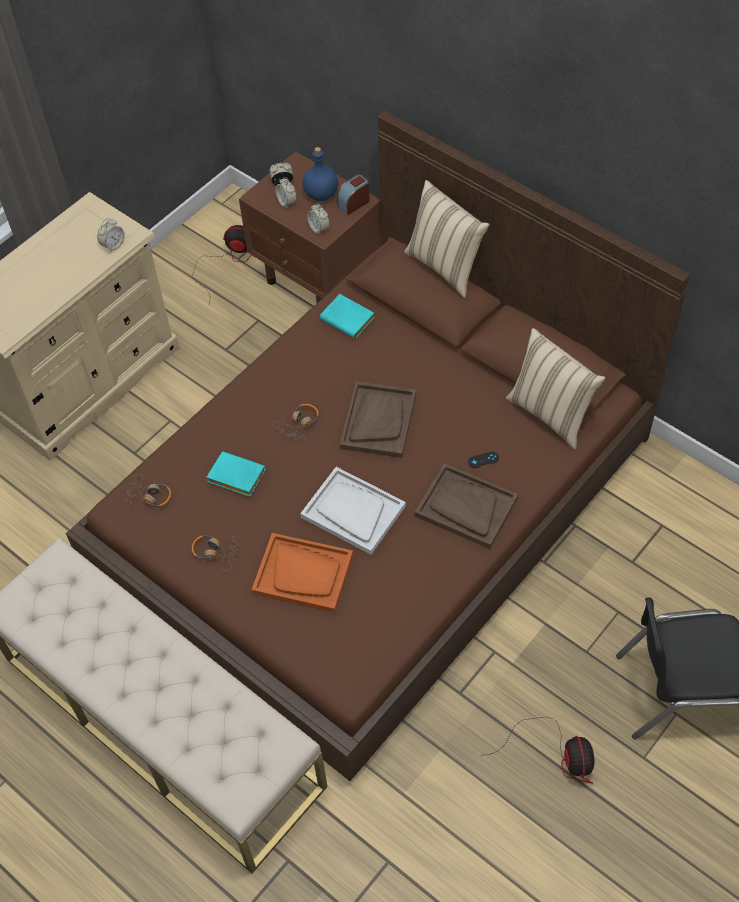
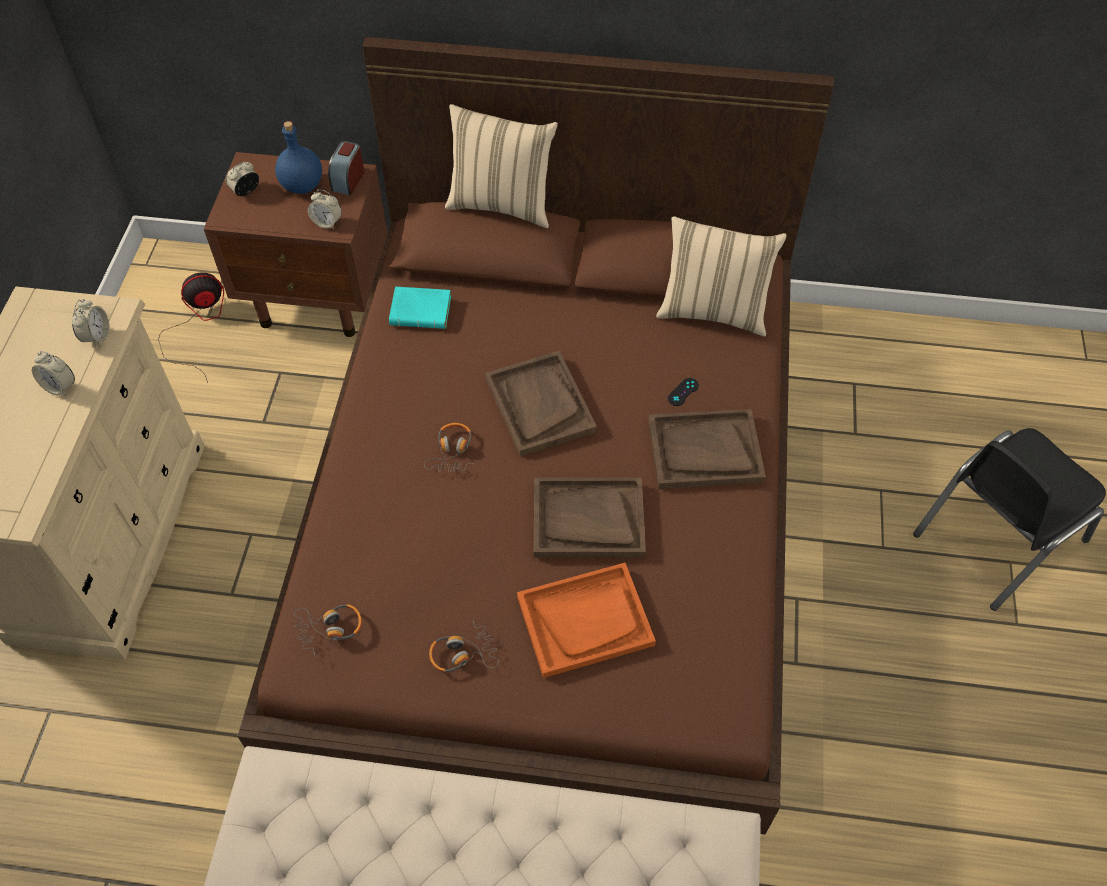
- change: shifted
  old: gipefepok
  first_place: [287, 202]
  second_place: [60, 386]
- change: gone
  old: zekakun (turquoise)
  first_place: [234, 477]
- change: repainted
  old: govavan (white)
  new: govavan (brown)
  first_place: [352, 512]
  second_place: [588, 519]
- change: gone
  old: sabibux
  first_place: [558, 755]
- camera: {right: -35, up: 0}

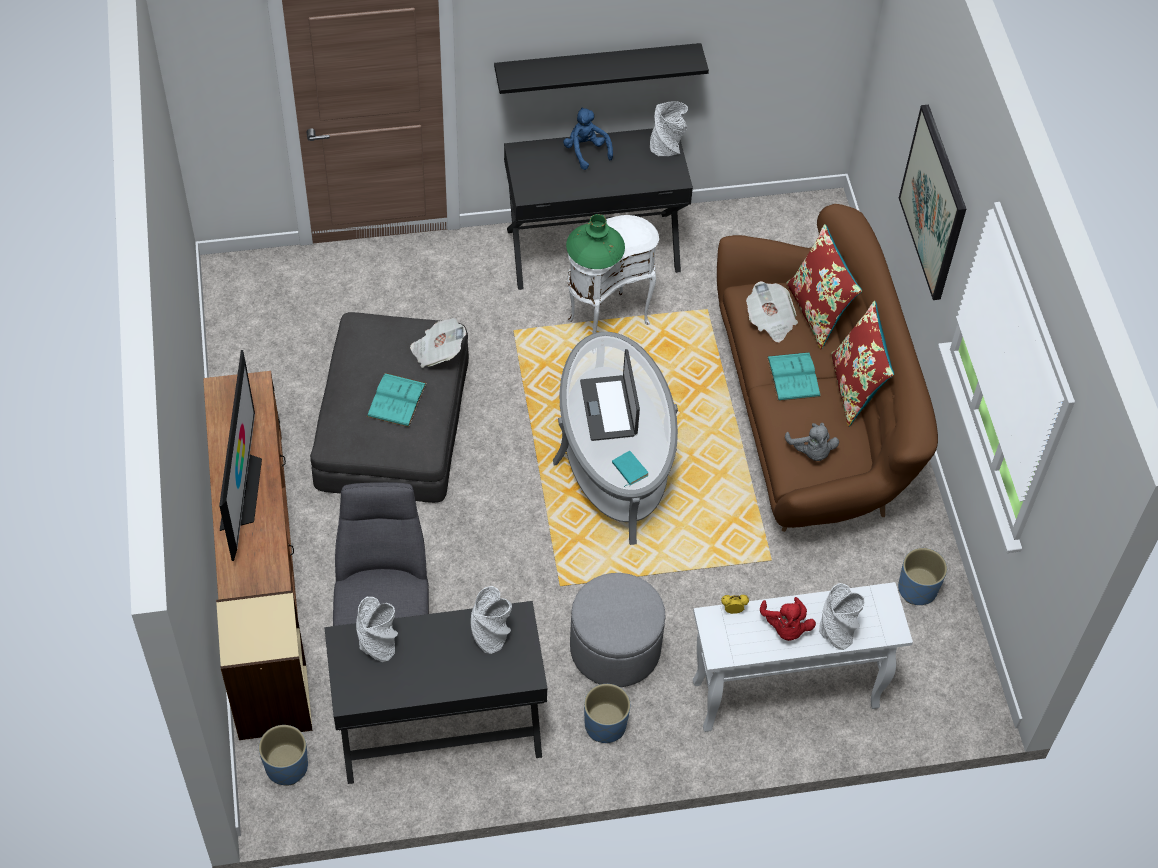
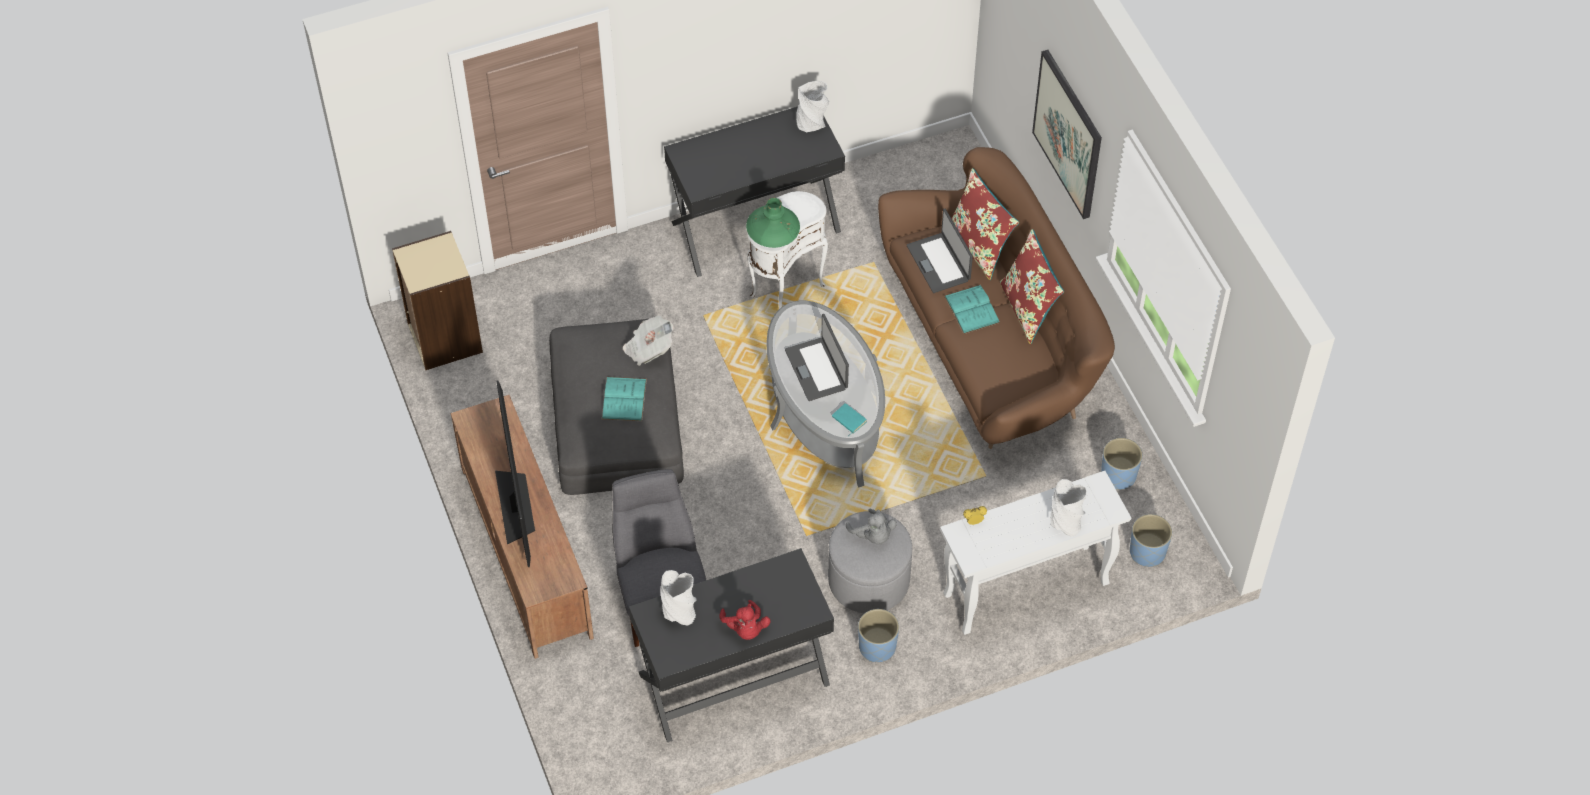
- change: gone
  old: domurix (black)
  first_place: [597, 67]
- change: gone
  old: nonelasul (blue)
  first_place: [586, 151]
- change: swapped
  old: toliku
  new: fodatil
  first_place: [770, 321]
  second_place: [939, 263]
- change: shifted
  old: nonelasul (grey)
  first_place: [811, 451]
  second_place: [873, 535]
- change: gone
  old: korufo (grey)
  first_place: [490, 634]
- change: shifted
  old: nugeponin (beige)
  first_place: [271, 702]
  second_place: [444, 338]
- change: shifted
  old: nonelasul (red)
  first_place: [785, 627]
  second_place: [745, 628]
- change: shifted
  old: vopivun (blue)
  first_place: [286, 766]
  second_place: [1147, 552]
- camera: {right: -10, up: 0}

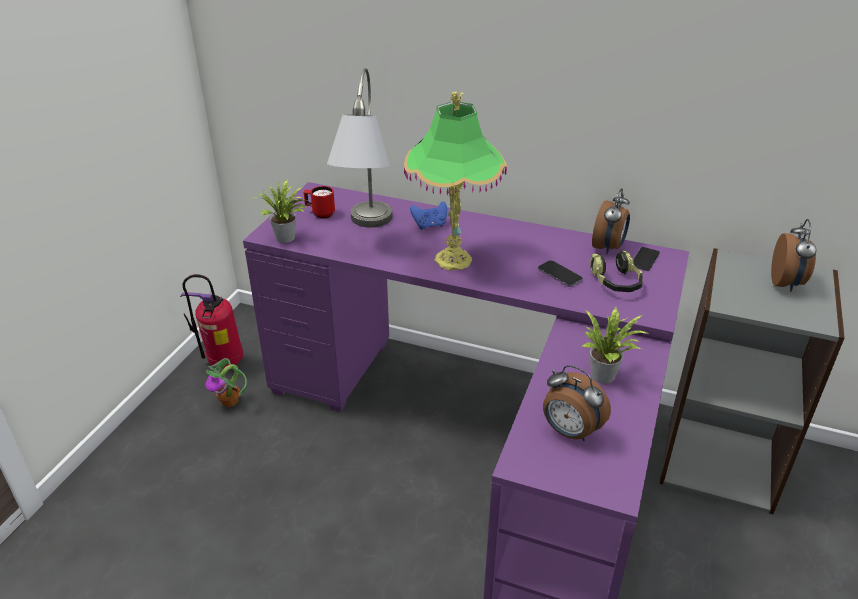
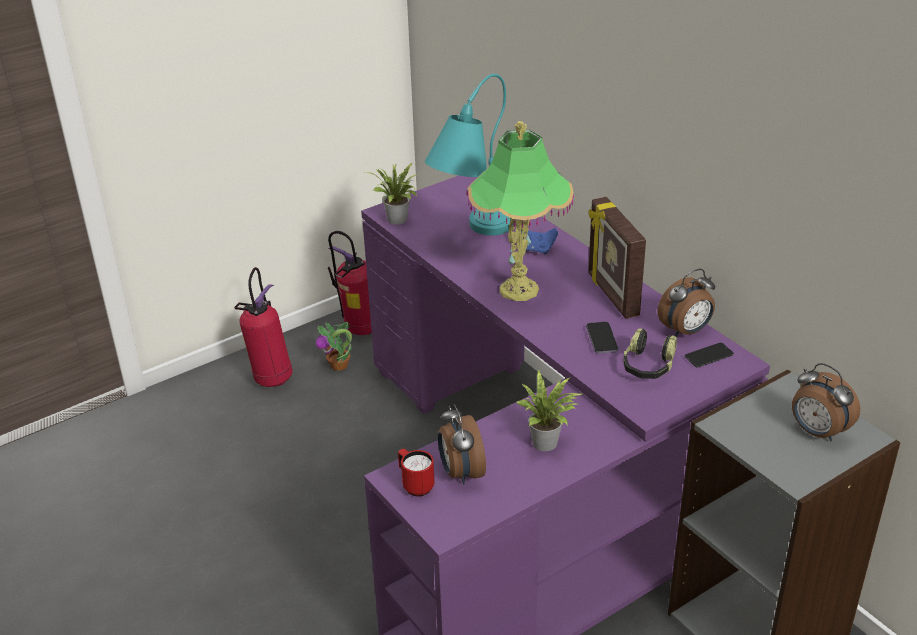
- change: repainted
  old: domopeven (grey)
  new: domopeven (turquoise)
  first_place: [365, 231]
  second_place: [471, 236]
- change: shifted
  old: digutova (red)
  first_place: [320, 213]
  second_place: [415, 485]
- change: rotated
  old: gipefepok
  first_place: [786, 283]
  second_place: [817, 432]
  degrees: 90
- change: new
  new: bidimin
  second_place: [611, 295]
- change: new
  new: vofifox
  second_place: [271, 378]
- camera: {right: 35, up: 0}

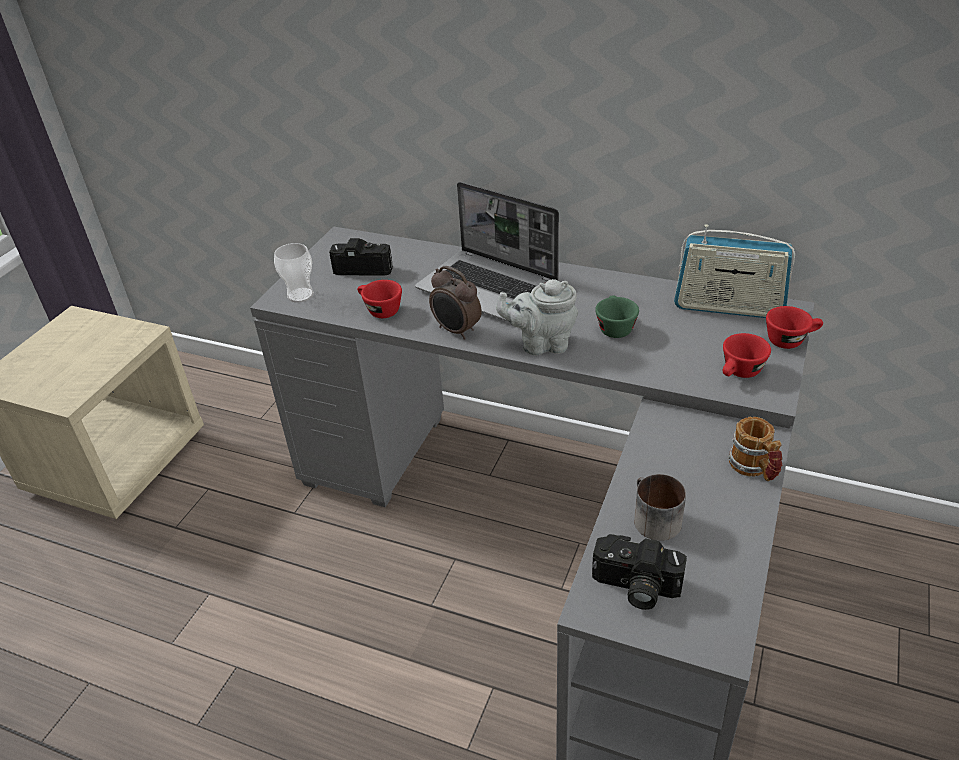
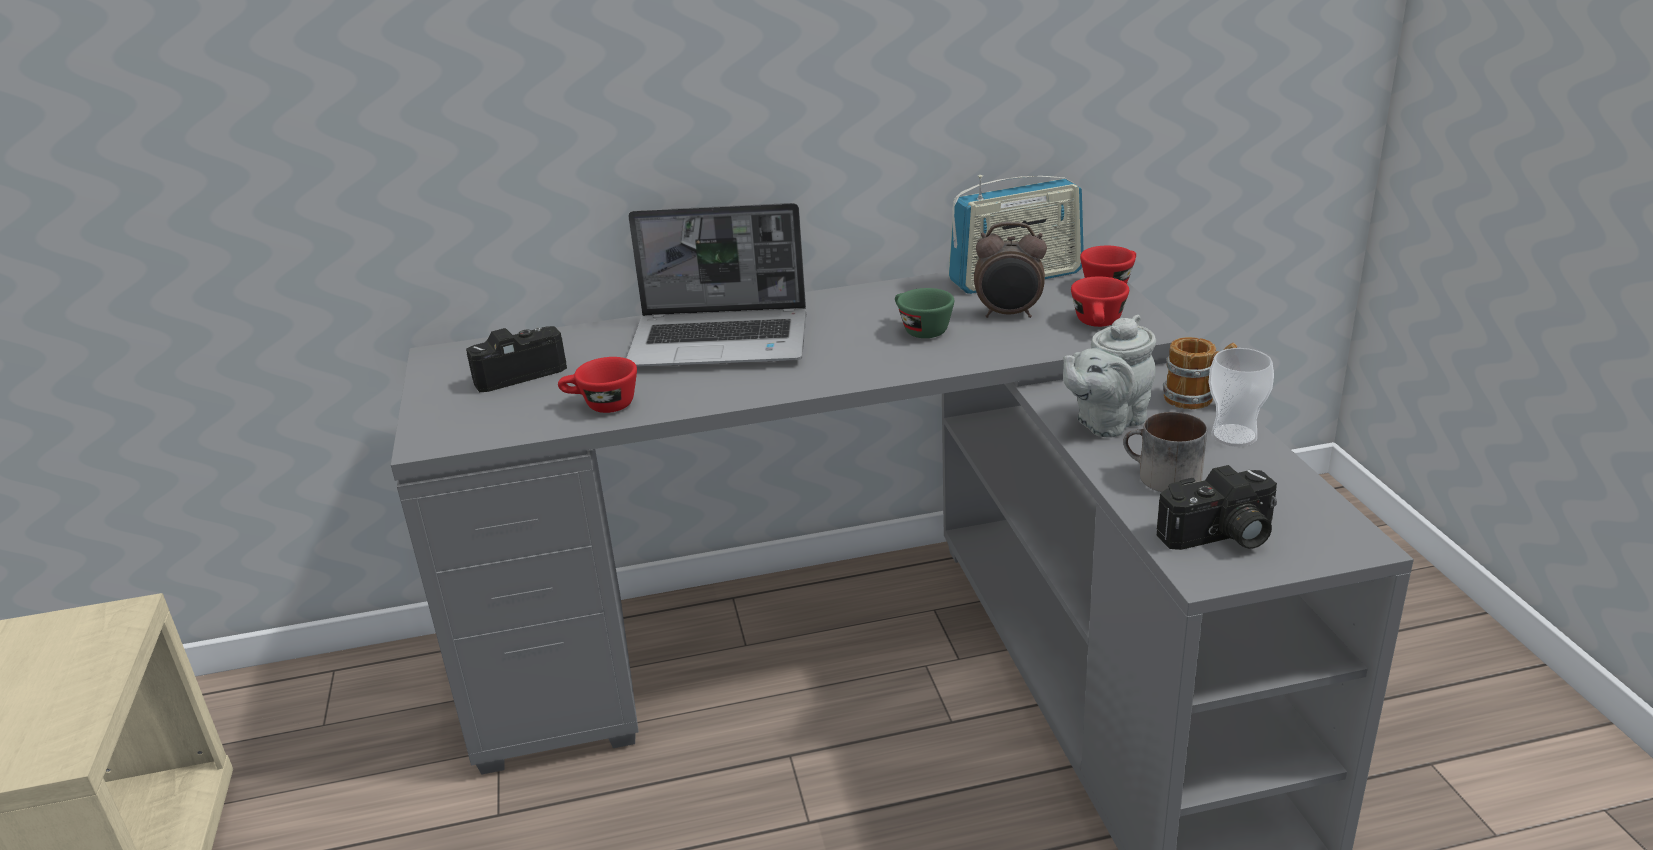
- change: shifted
  old: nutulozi
  first_place: [300, 295]
  second_place: [1234, 436]
- change: shifted
  old: gipefepok
  first_place: [456, 331]
  second_place: [1009, 314]
- change: shifted
  old: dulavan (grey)
  first_place: [541, 344]
  second_place: [1106, 422]
- camera: {right: -35, up: -10}

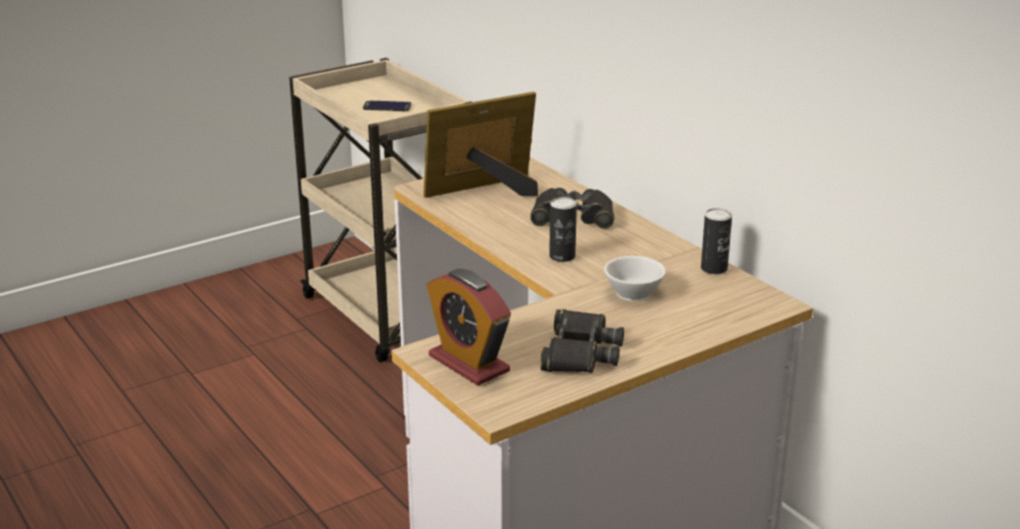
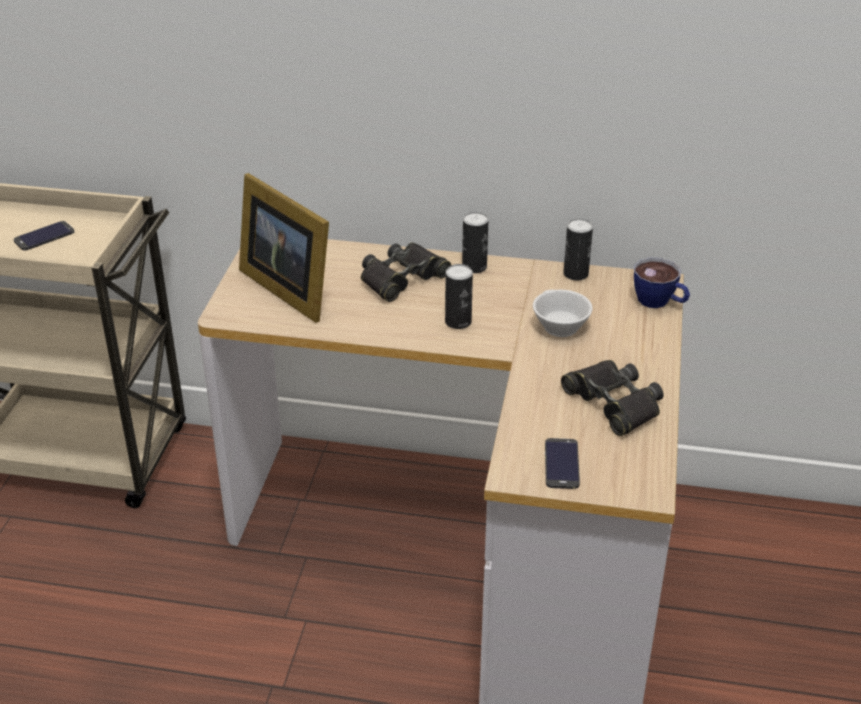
- change: rotated
  old: bidimin
  first_place: [486, 191]
  second_place: [288, 287]
  degrees: -60
- change: swapped
  old: gipefepok
  new: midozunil
  first_place: [469, 364]
  second_place: [561, 464]
- change: new
  new: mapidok
  second_place: [474, 267]
- change: new
  new: nutulozi
  second_place: [659, 302]
- camera: {right: -45, up: 10}

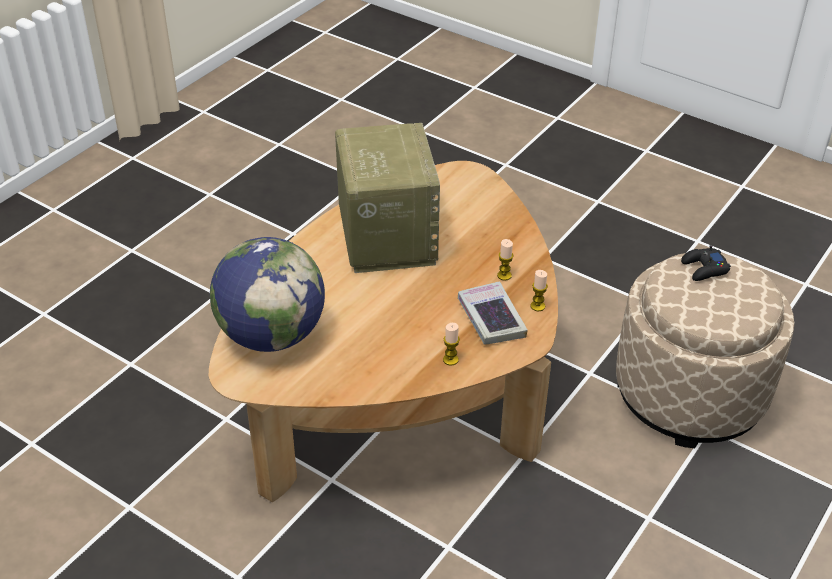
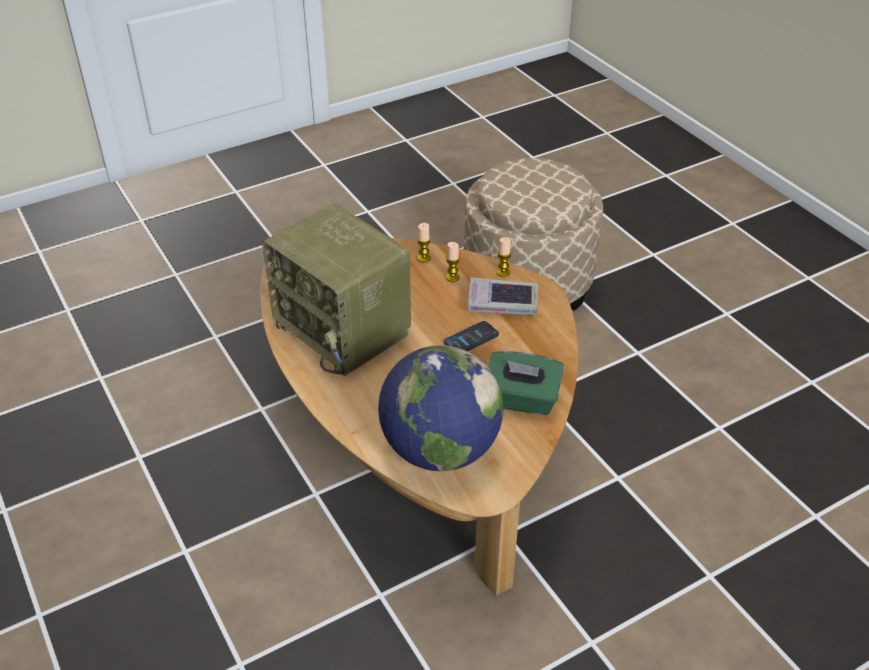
- change: rotated
  old: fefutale
  first_place: [386, 235]
  second_place: [345, 329]
  degrees: -150
- change: gone
  old: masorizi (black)
  first_place: [704, 269]
- change: shifted
  old: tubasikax
  first_place: [450, 360]
  second_place: [424, 258]
- change: new
  new: midozunil
  second_place: [471, 339]
- change: new
  new: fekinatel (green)
  second_place: [521, 400]
- camera: {right: -65, up: 0}

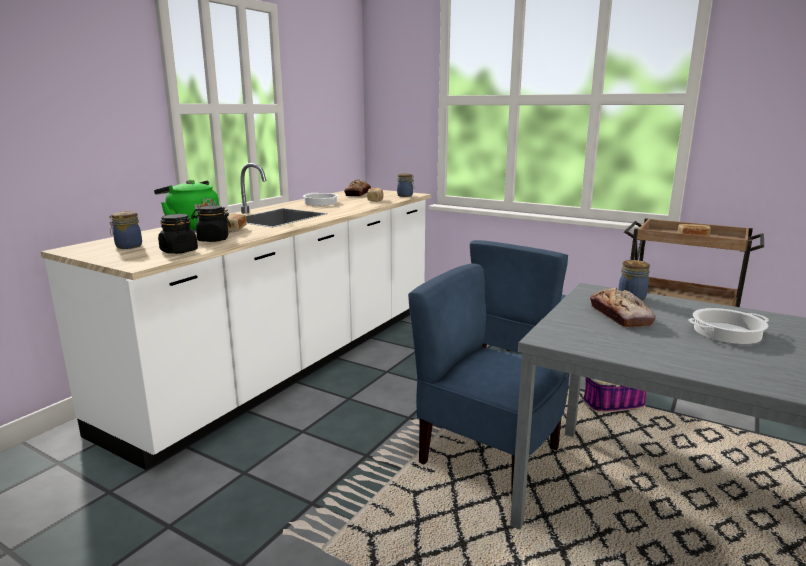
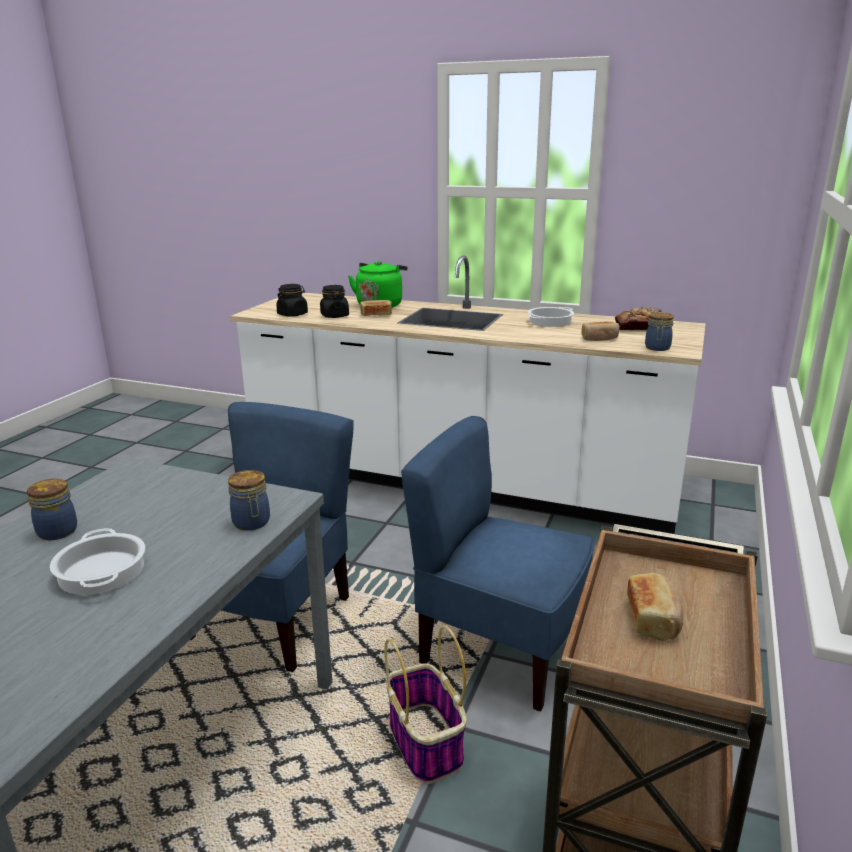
- change: shifted
  old: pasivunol
  first_place: [127, 246]
  second_place: [58, 531]
- change: gone
  old: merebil
  first_place: [620, 316]
- camera: {right: 80, up: 5}

